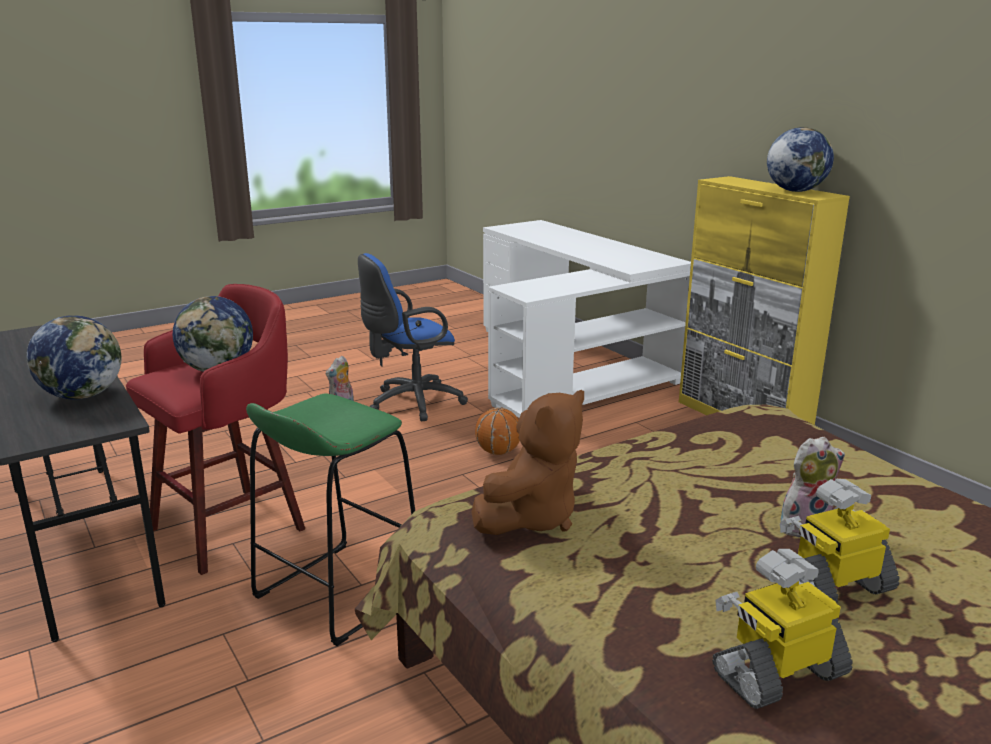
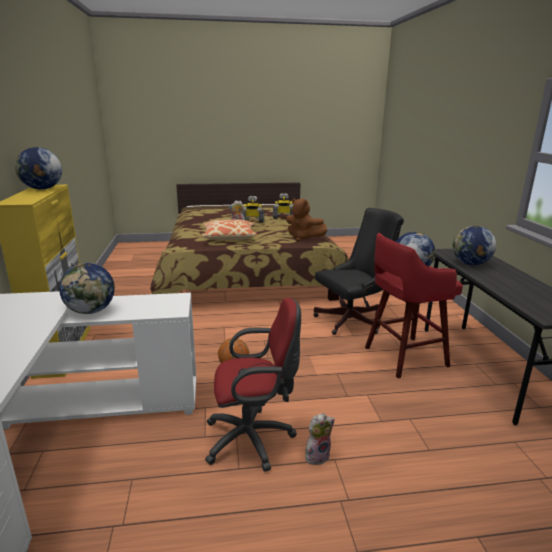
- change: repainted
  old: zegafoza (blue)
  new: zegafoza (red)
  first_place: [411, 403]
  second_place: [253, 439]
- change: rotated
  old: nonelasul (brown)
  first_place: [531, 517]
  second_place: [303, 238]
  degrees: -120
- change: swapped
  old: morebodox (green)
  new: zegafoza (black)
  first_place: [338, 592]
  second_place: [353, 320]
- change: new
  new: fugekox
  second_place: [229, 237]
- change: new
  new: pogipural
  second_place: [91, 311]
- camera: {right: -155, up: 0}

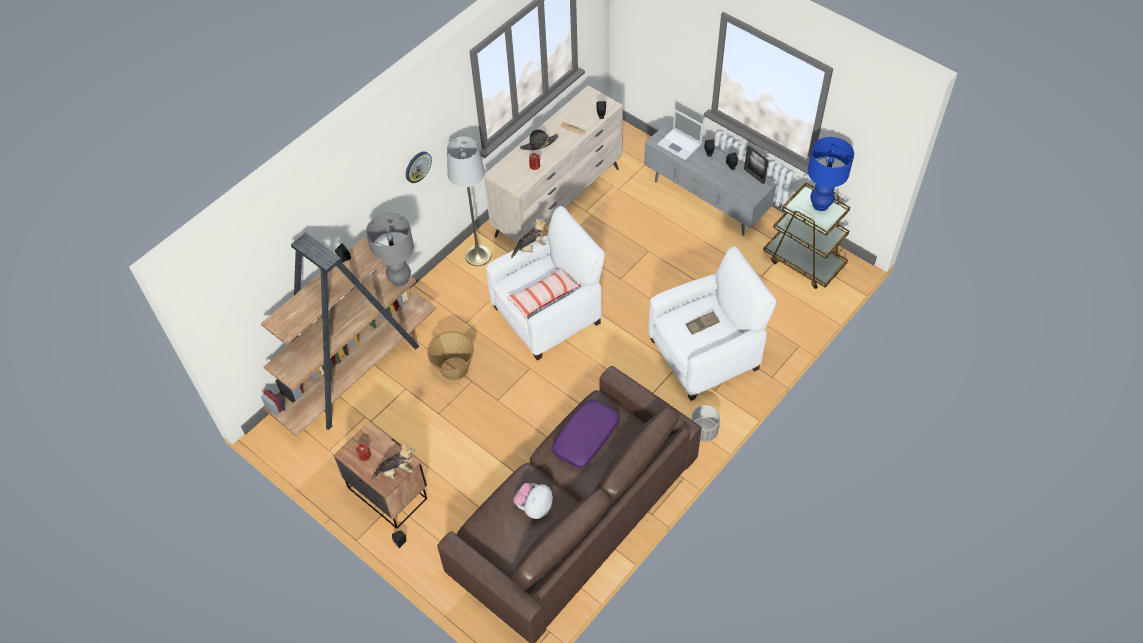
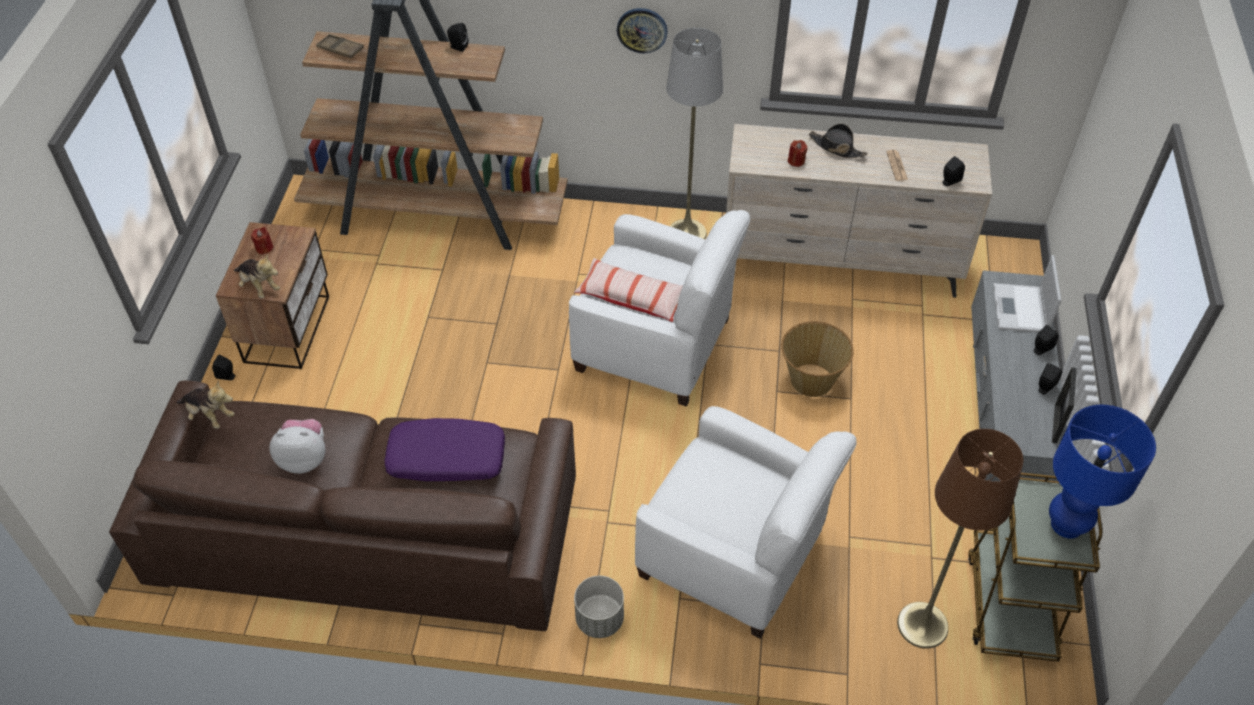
- change: gone
  old: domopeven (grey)
  first_place: [400, 279]
- change: shifted
  old: nonelasul
  first_place: [530, 248]
  second_place: [209, 415]
- change: shifted
  old: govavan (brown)
  first_place: [702, 324]
  second_place: [340, 49]
- change: shifted
  old: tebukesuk
  first_place: [454, 368]
  second_place: [811, 379]
- change: new
  new: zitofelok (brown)
  second_place: [922, 625]
- camera: {right: 55, up: -5}

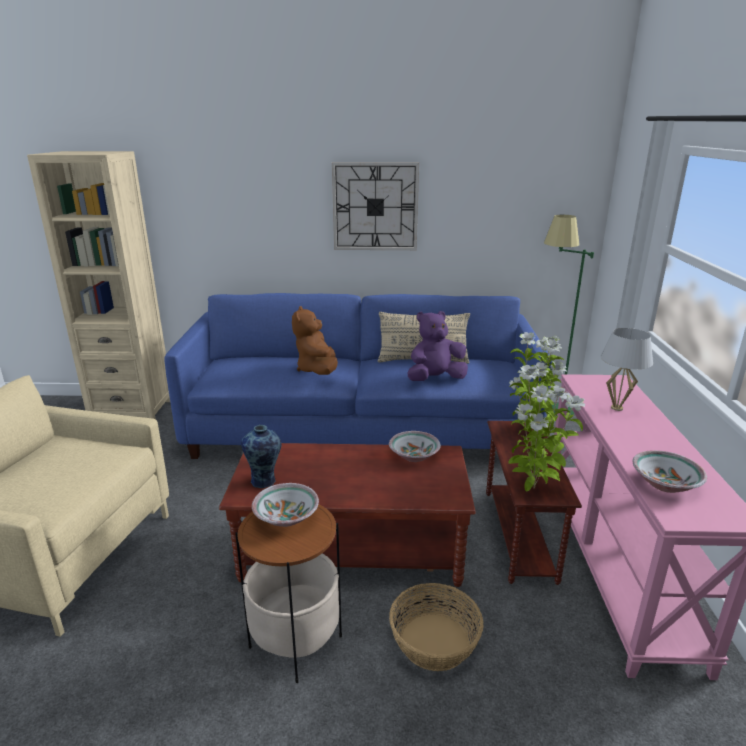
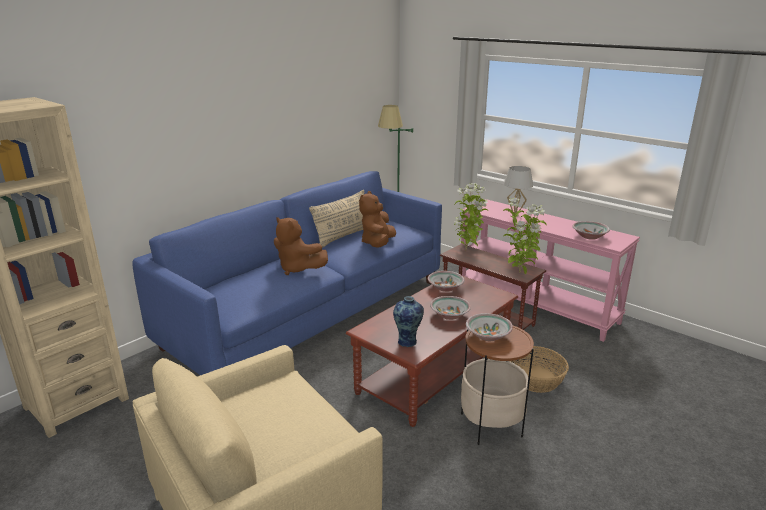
- change: gone
  old: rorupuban
  first_place: [375, 207]
- change: repainted
  old: nonelasul (purple)
  new: nonelasul (brown)
  first_place: [435, 379]
  second_place: [377, 243]
- change: new
  new: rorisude
  second_place: [449, 315]
- camera: {right: -50, up: 0}

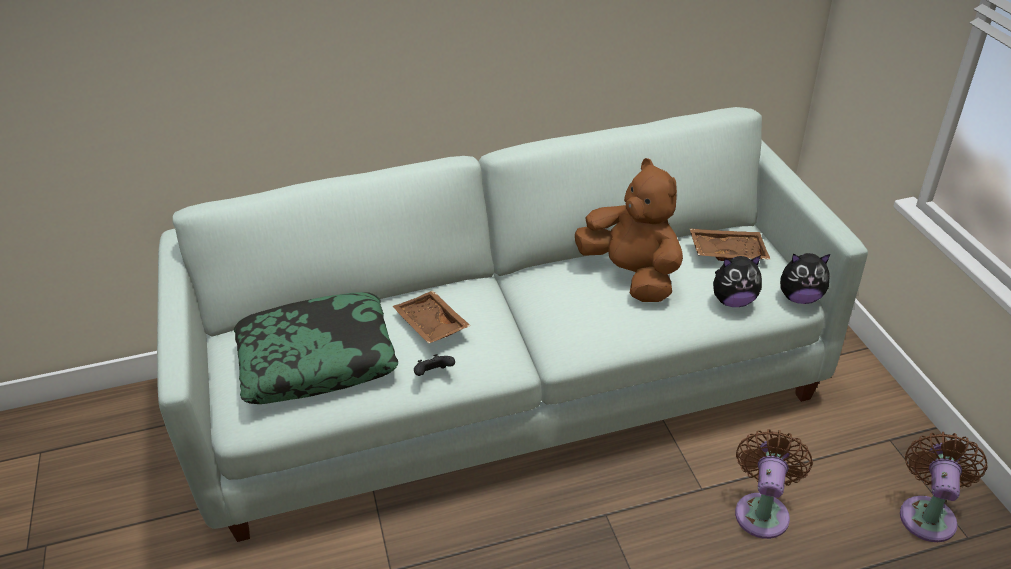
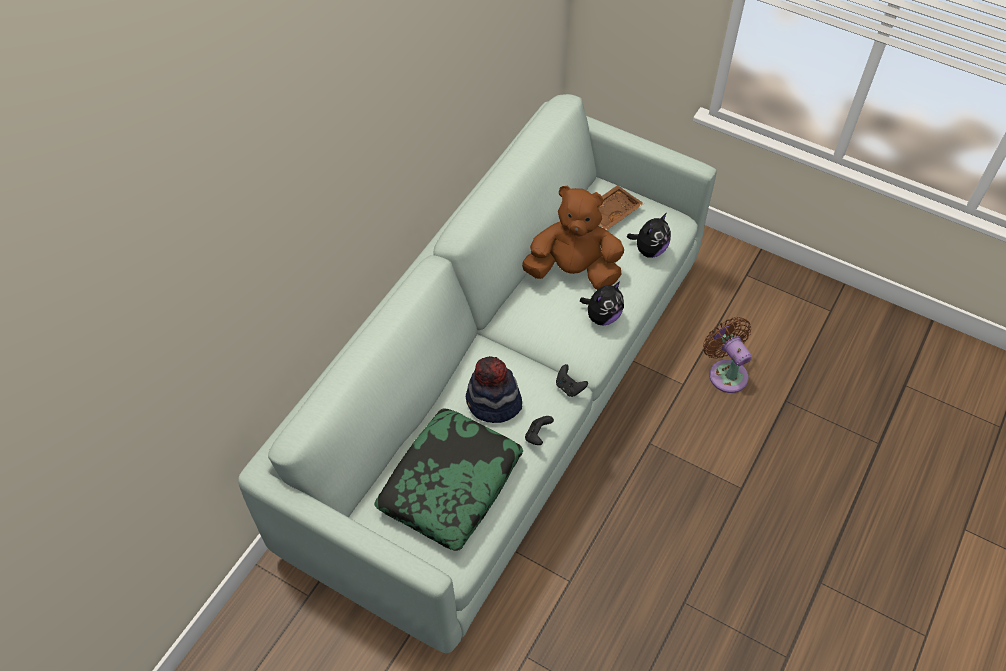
- change: shifted
  old: nonelasul
  first_place: [799, 297]
  second_place: [602, 316]
- change: swapped
  old: govavan (brown)
  new: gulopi
  first_place: [430, 325]
  second_place: [493, 403]
- change: gone
  old: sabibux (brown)
  first_place: [928, 514]
- change: new
  new: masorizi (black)
  second_place: [569, 387]
- camera: {right: -45, up: 15}

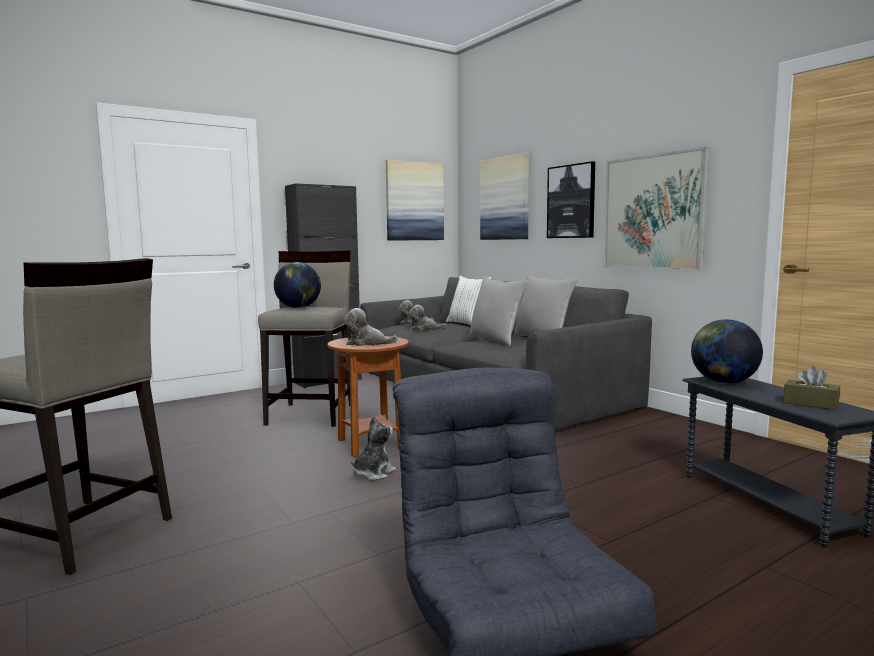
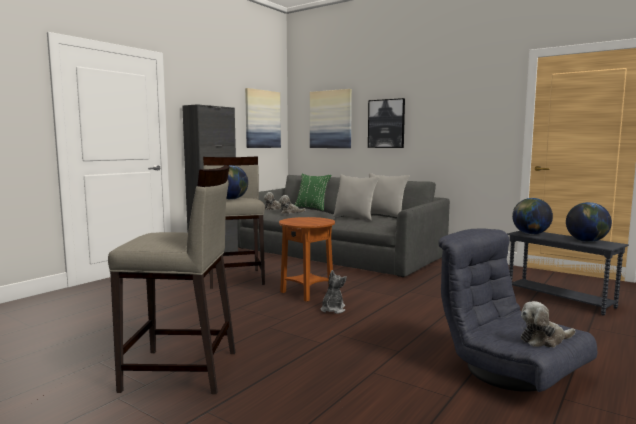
- change: gone
  old: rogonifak
  first_place: [653, 212]
- change: repainted
  old: fugekox (white)
  new: fugekox (green)
  first_place: [467, 324]
  second_place: [312, 208]
- change: shifted
  old: nonelasul
  first_place: [367, 343]
  second_place: [544, 340]
- change: swapped
  old: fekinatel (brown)
  new: pogipural
  first_place: [810, 403]
  second_place: [586, 241]
- camera: {right: -20, up: 0}

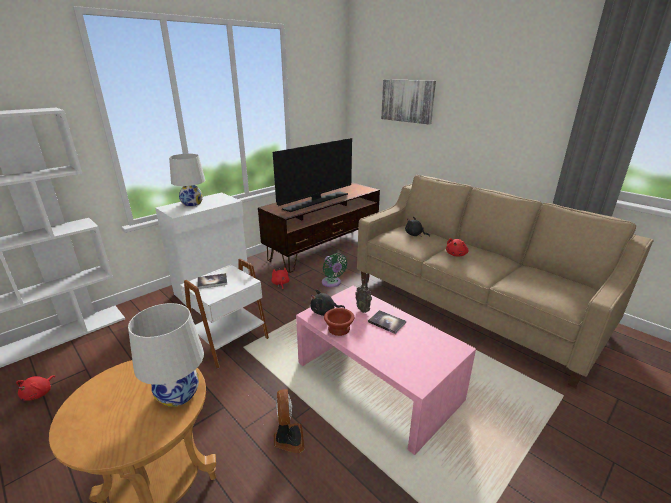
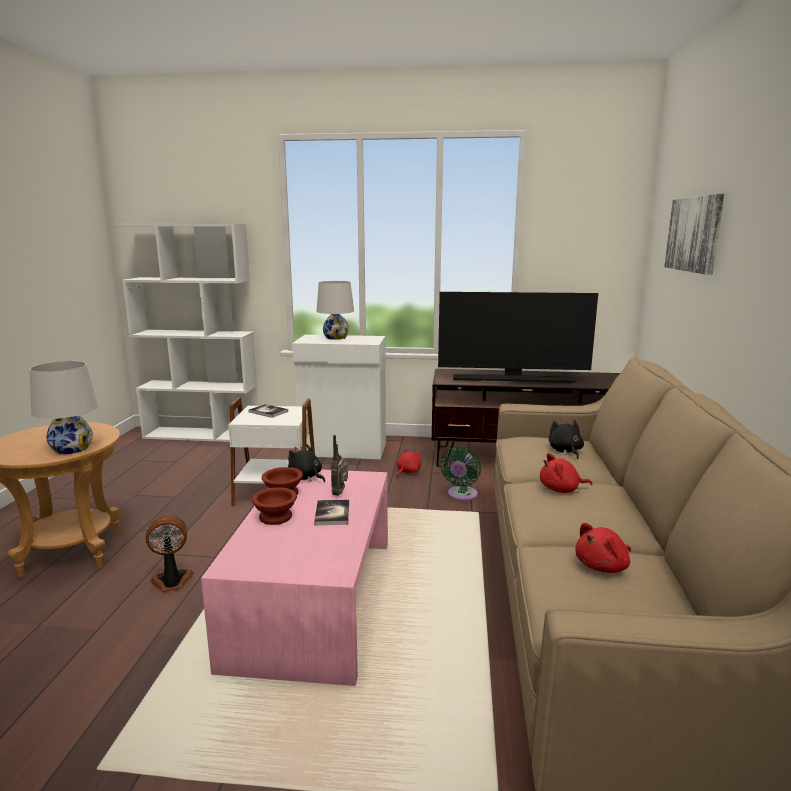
- change: shifted
  old: nonelasul (red)
  first_place: [39, 393]
  second_place: [603, 566]
- change: rotated
  old: sabibux
  first_place: [288, 439]
  second_place: [172, 582]
  degrees: -150
- change: new
  new: rorisude (brown)
  second_place: [276, 516]
- camera: {right: 50, up: -10}

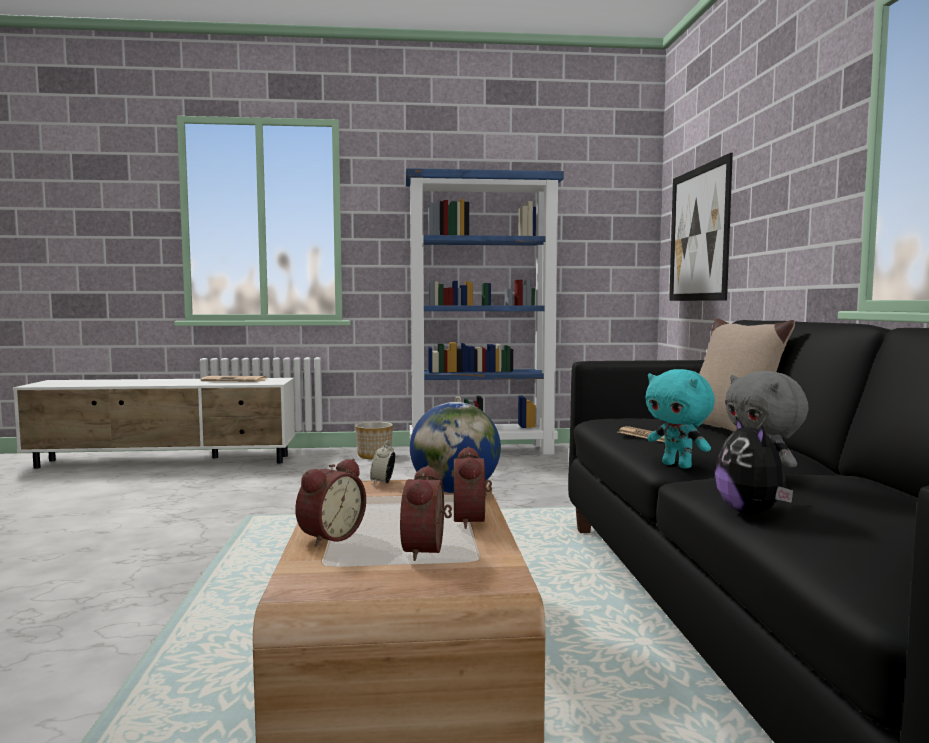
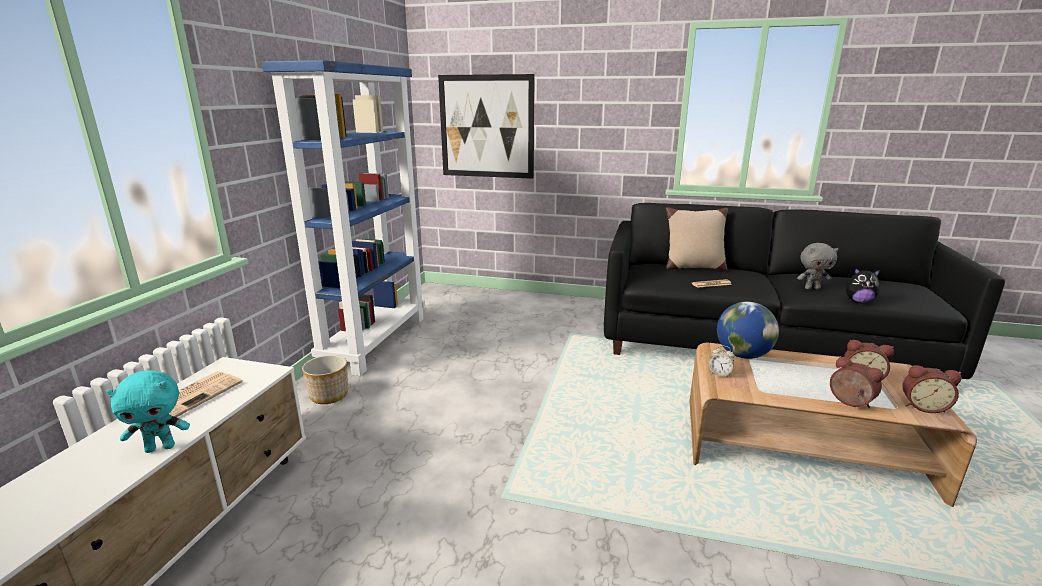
- change: shifted
  old: nonelasul (turquoise)
  first_place: [678, 465]
  second_place: [161, 447]
- change: shifted
  old: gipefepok
  first_place: [473, 520]
  second_place: [923, 406]
- camera: {right: -70, up: 15}

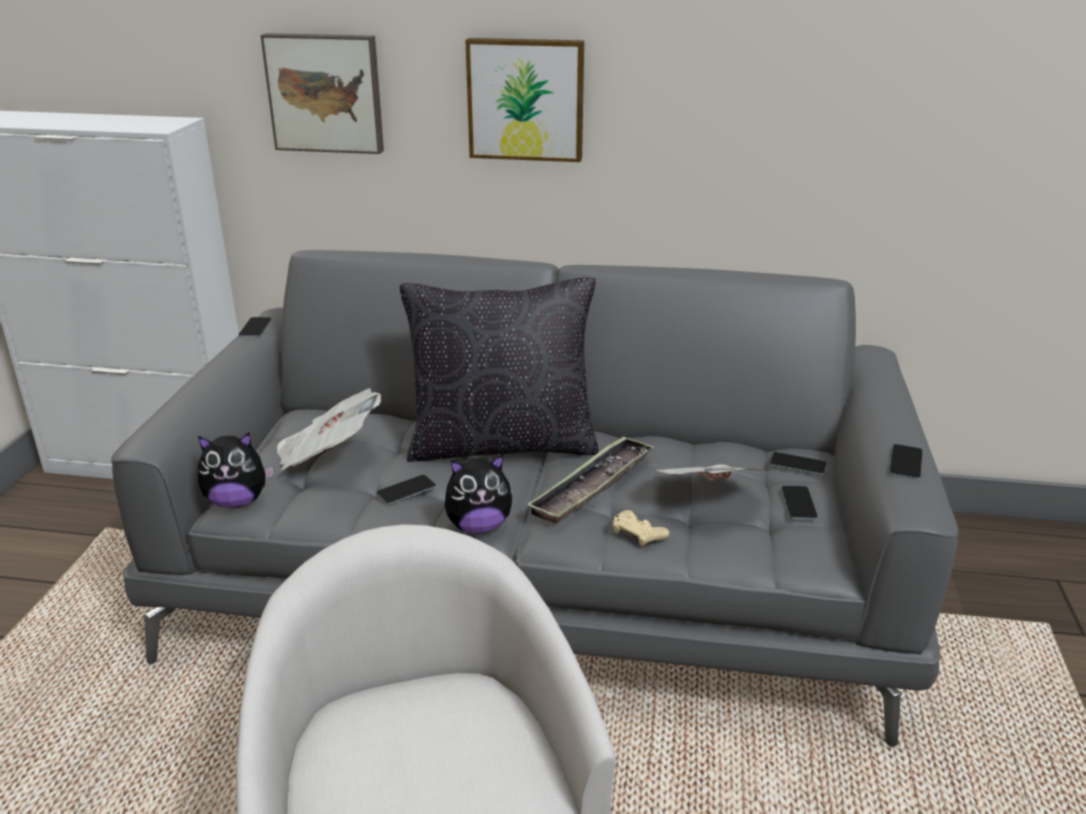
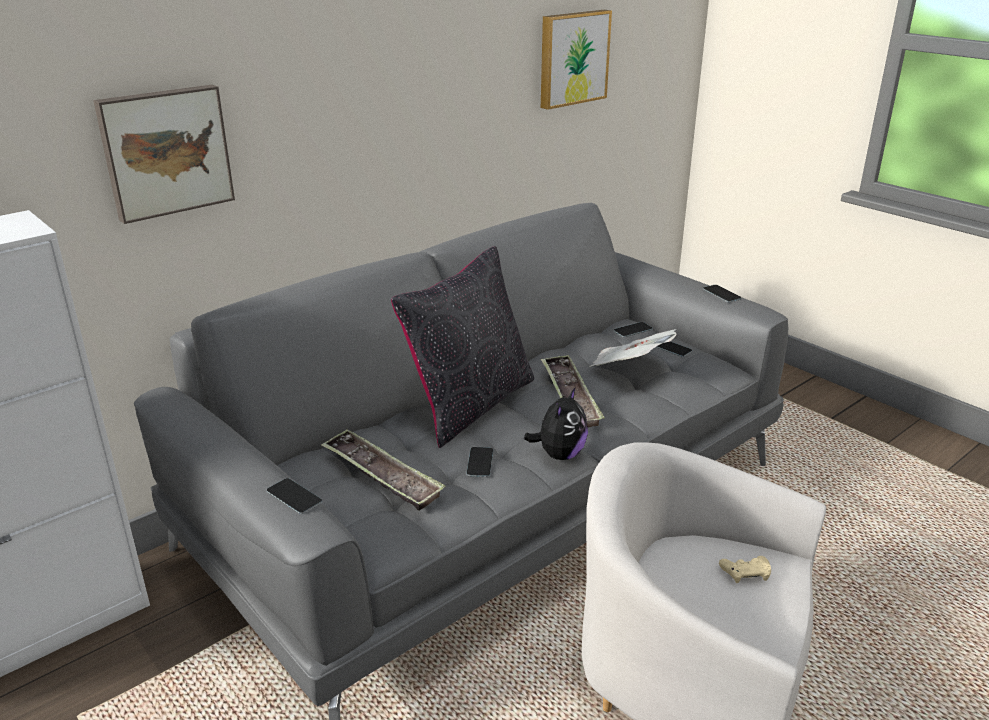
- change: shifted
  old: rogonifak
  first_place: [526, 99]
  second_place: [572, 58]
- change: shifted
  old: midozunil
  first_place: [255, 328]
  second_place: [294, 496]
- change: swapped
  old: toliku
  new: govavan
  first_place: [328, 454]
  second_place: [381, 475]
- change: gone
  old: nonelasul
  first_place: [237, 501]
- change: shifted
  old: masorizi (beige)
  first_place: [638, 534]
  second_place: [745, 573]
- camera: {right: -50, up: 0}

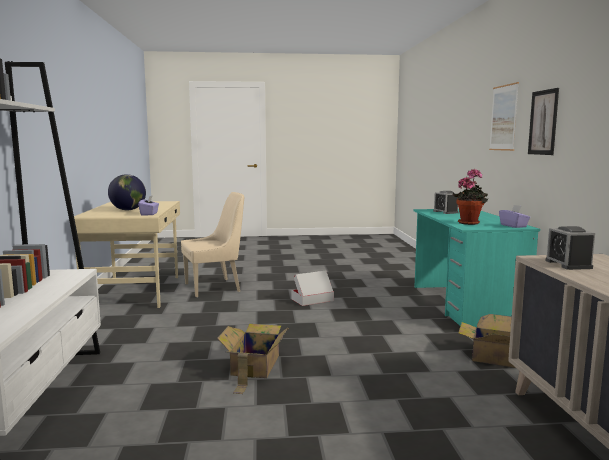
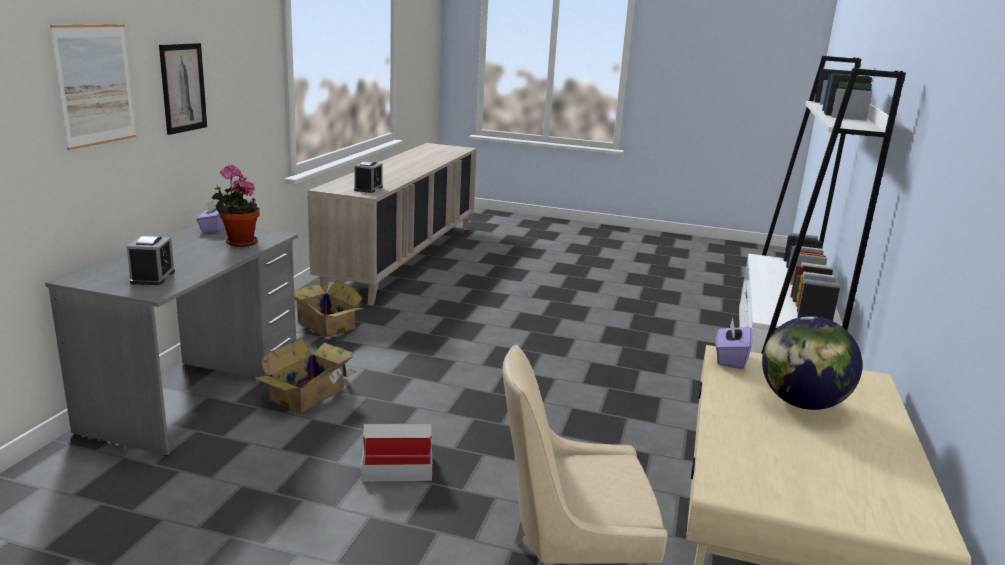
- change: repainted
  old: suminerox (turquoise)
  new: suminerox (grey)
  first_place: [464, 306]
  second_place: [197, 390]
- change: shifted
  old: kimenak
  first_place: [254, 366]
  second_place: [310, 394]
- camera: {right: -160, up: 10}

